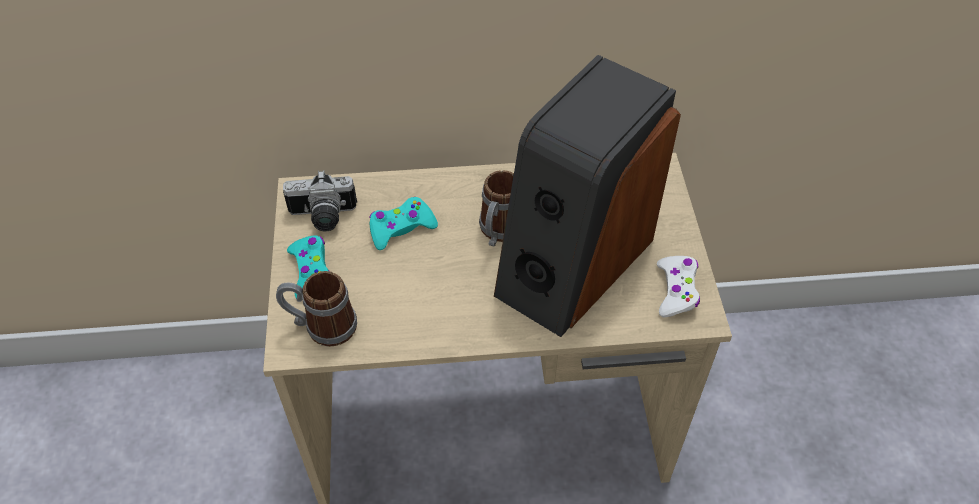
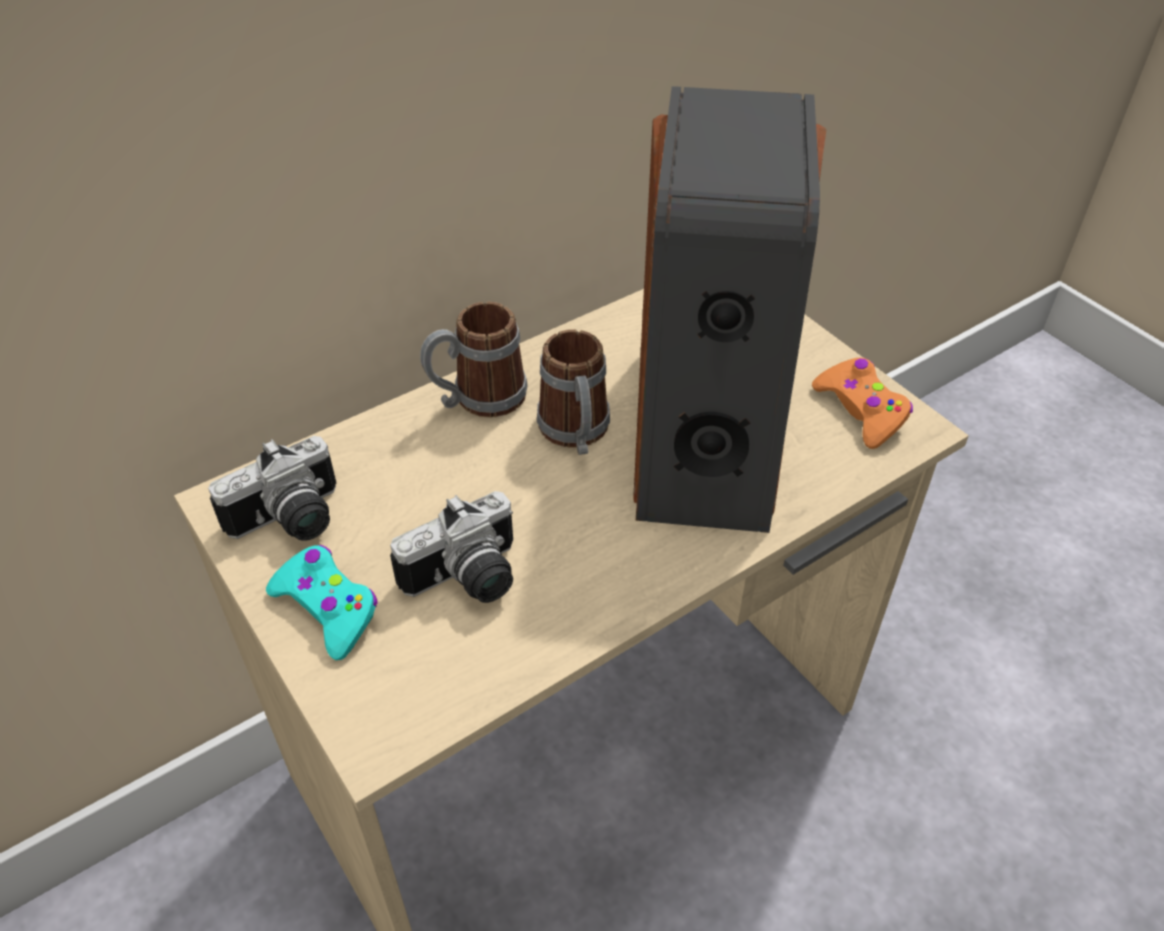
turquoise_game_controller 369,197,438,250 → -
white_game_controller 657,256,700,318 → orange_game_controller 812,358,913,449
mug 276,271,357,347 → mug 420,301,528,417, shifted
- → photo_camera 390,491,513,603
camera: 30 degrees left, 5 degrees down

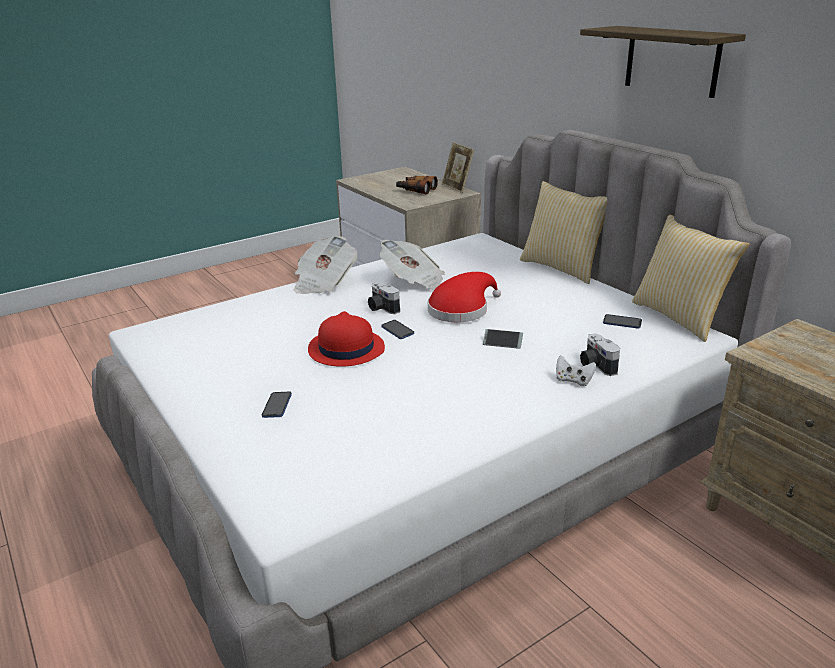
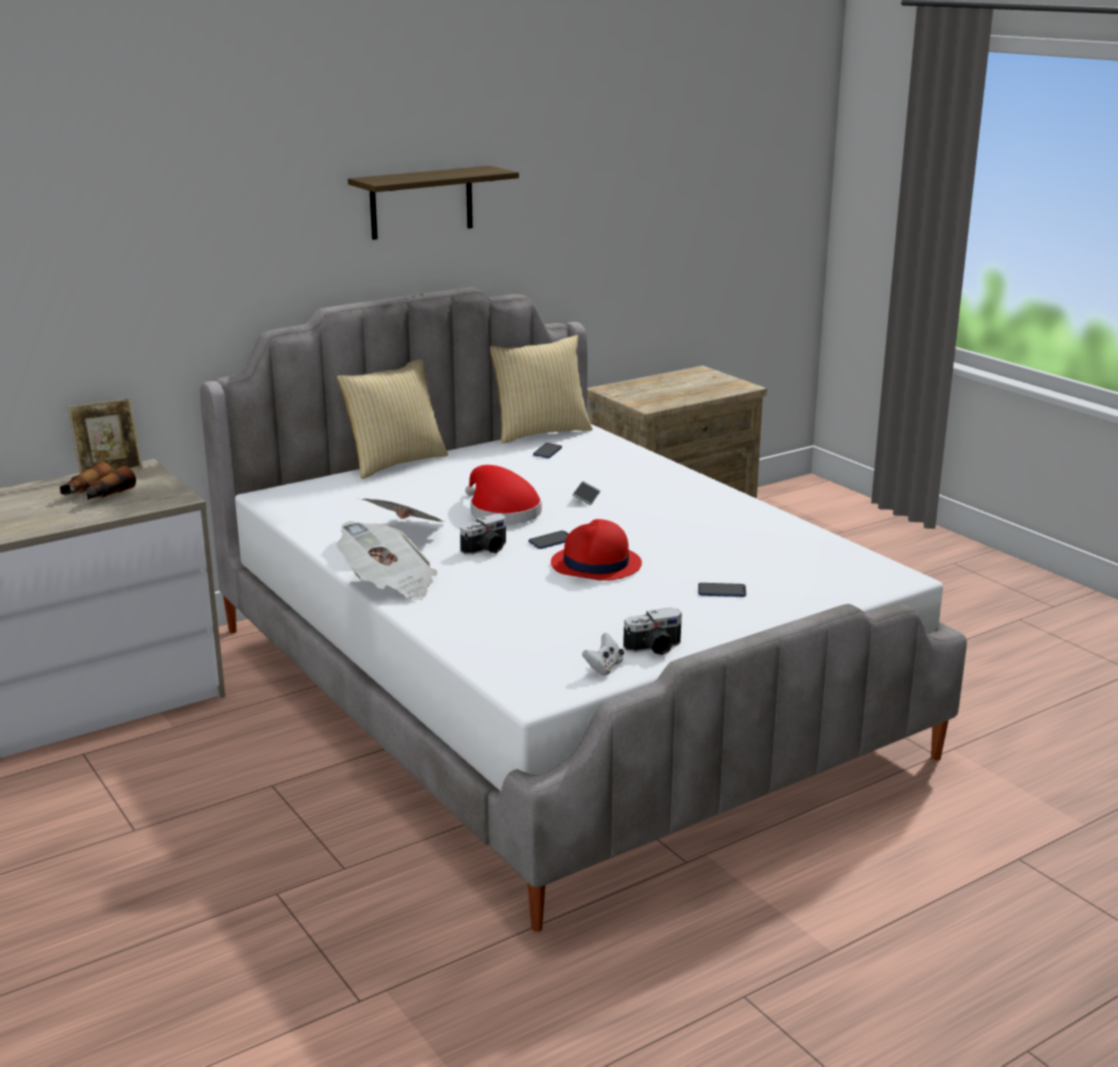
photo_camera 580,333,620,376 → photo_camera 623,608,682,655, shifted
white_game_controller 556,355,596,386 → white_game_controller 582,633,624,676, shifted
camera: 90 degrees left, 5 degrees down

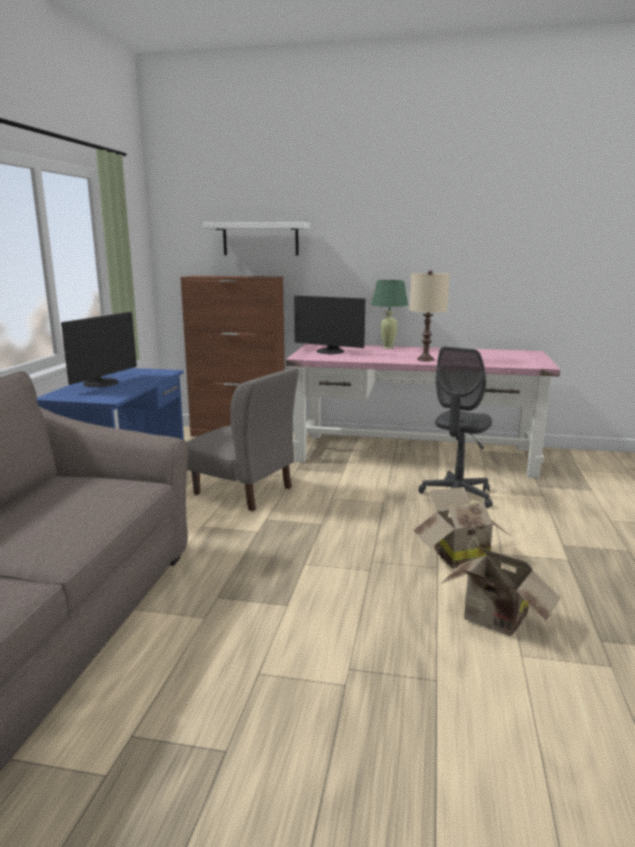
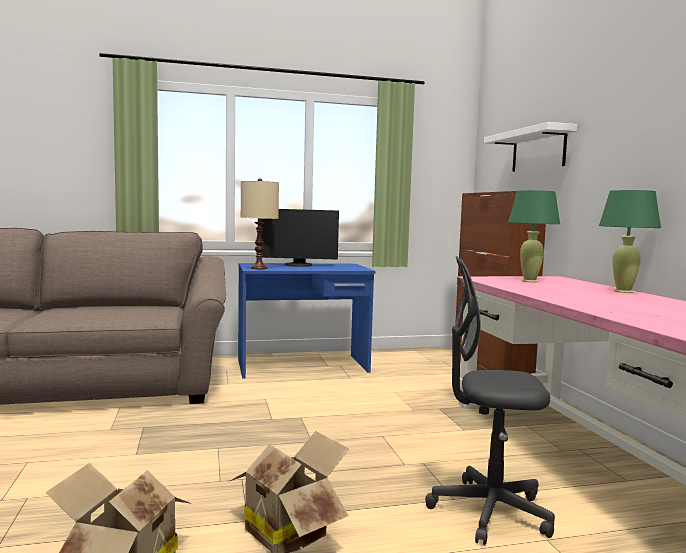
beige_table_lamp 410,270,450,361 → beige_table_lamp 241,178,279,269, shifted
monitor 294,296,365,354 → green_table_lamp 508,190,560,282
grey_chair 186,368,299,511 → -
camera: 65 degrees right, 10 degrees down

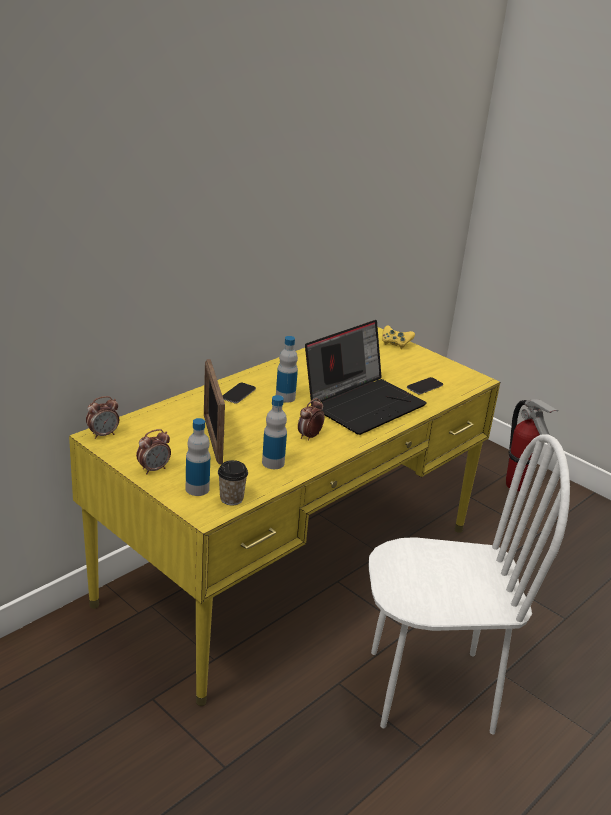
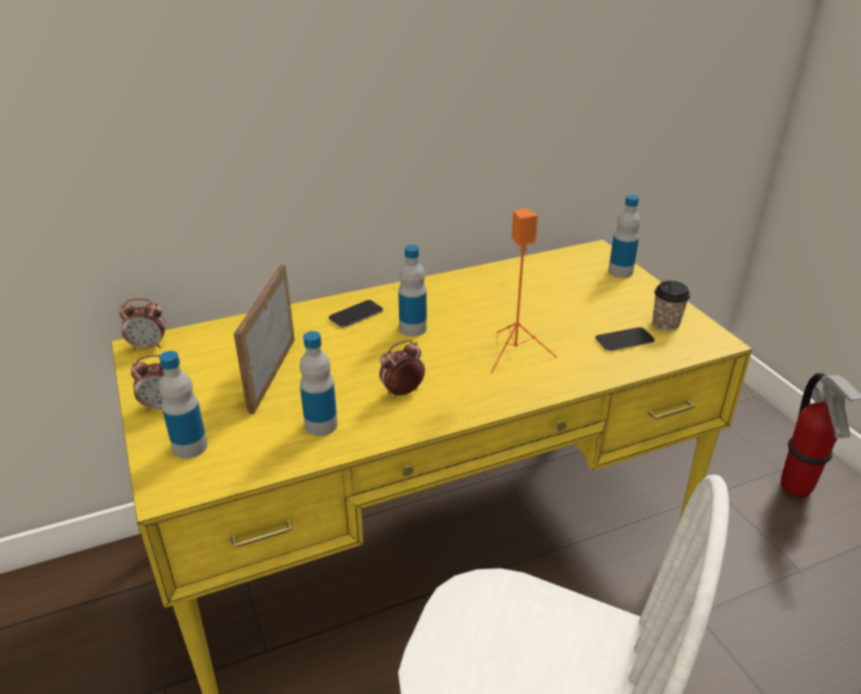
laptop 305,320,427,435 → orange_speaker 491,209,557,373
yellow_game_controller 382,325,415,349 → bottle 608,195,640,278
cup 218,460,248,505 → cup 653,281,690,331, shifted
camera: 25 degrees right, 5 degrees up

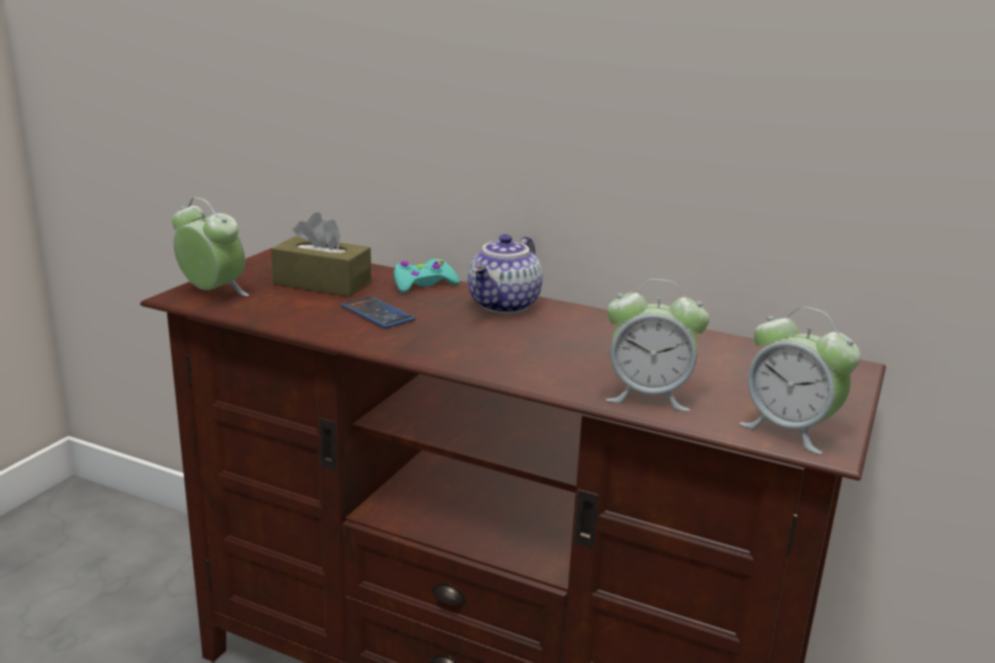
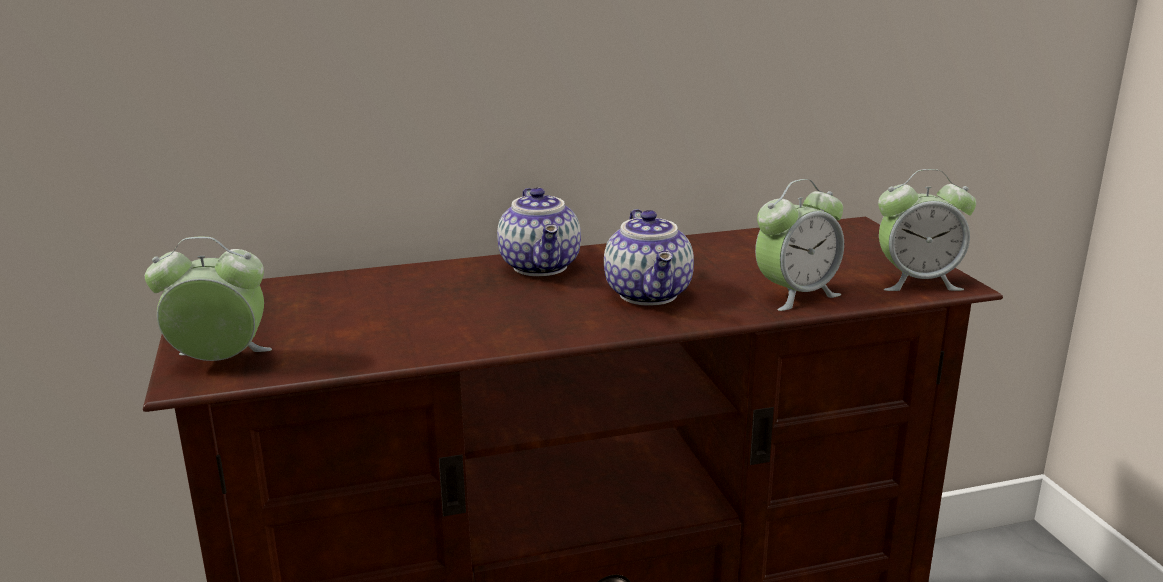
brown_tissue_box 271,212,371,297 → -
turquoise_game_controller 394,259,460,293 → -
phone 341,296,415,328 → -
- → teapot 604,209,694,306
camera: 40 degrees left, 0 degrees up

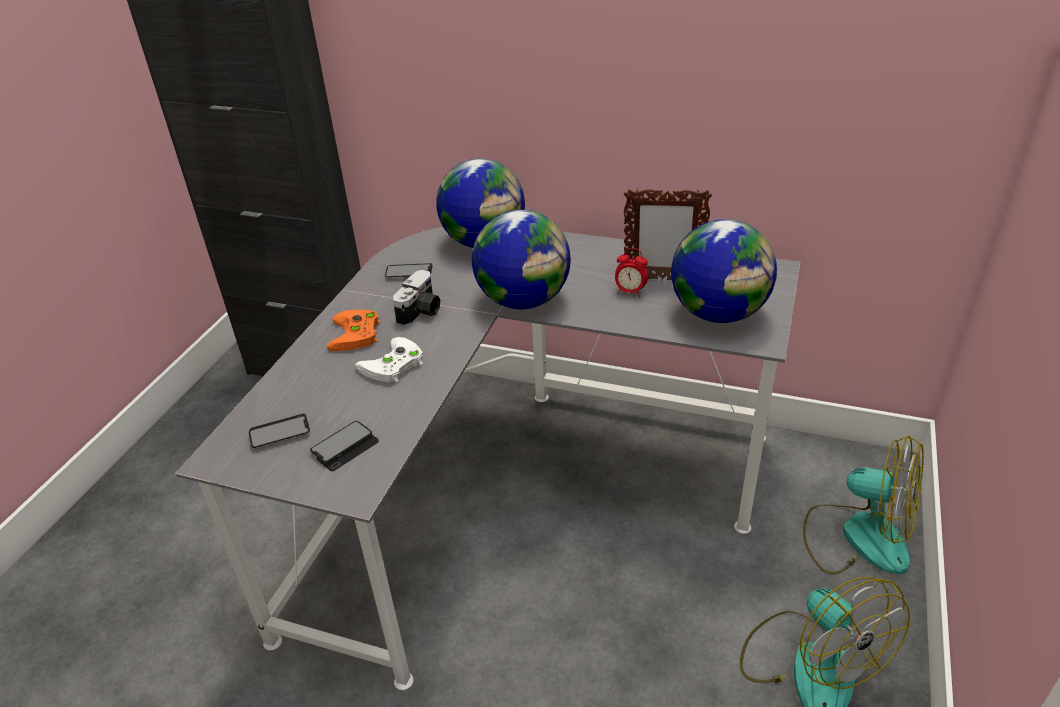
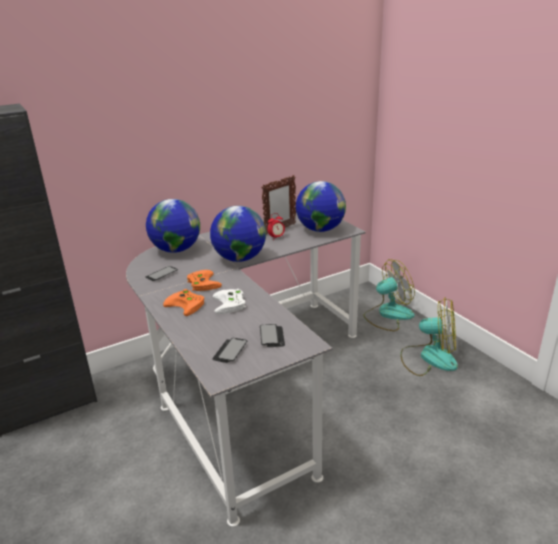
photo_camera 393,270,441,326 → orange_game_controller 187,270,222,291
camera: 50 degrees left, 10 degrees down

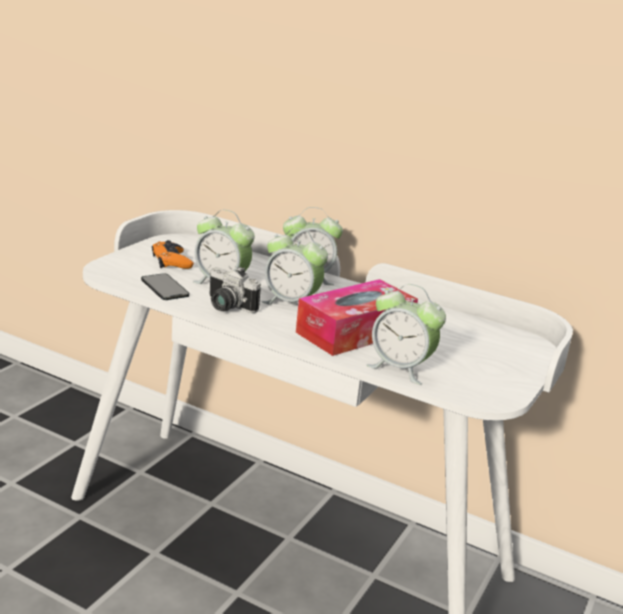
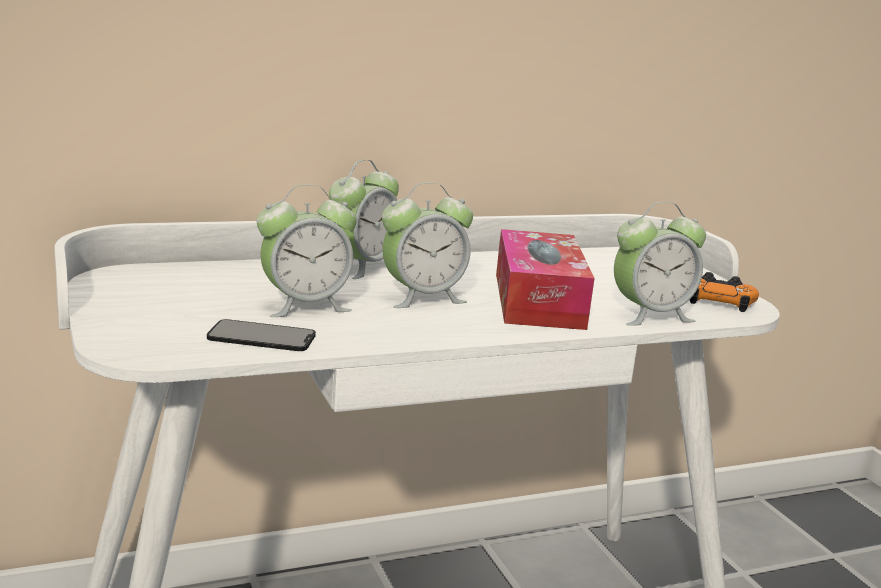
orange_game_controller 152,240,194,269 → orange_game_controller 690,272,759,312, shifted
photo_camera 209,267,261,313 → -
camera: 50 degrees left, 5 degrees down

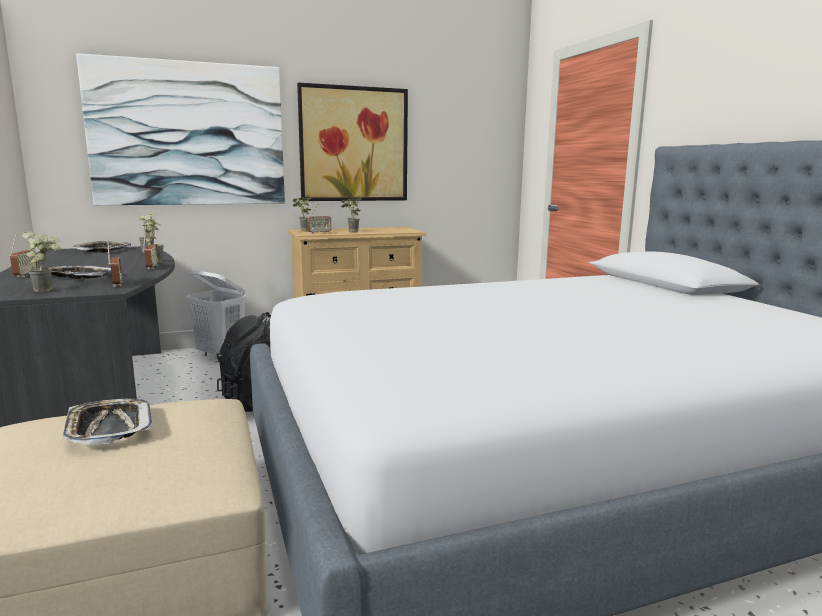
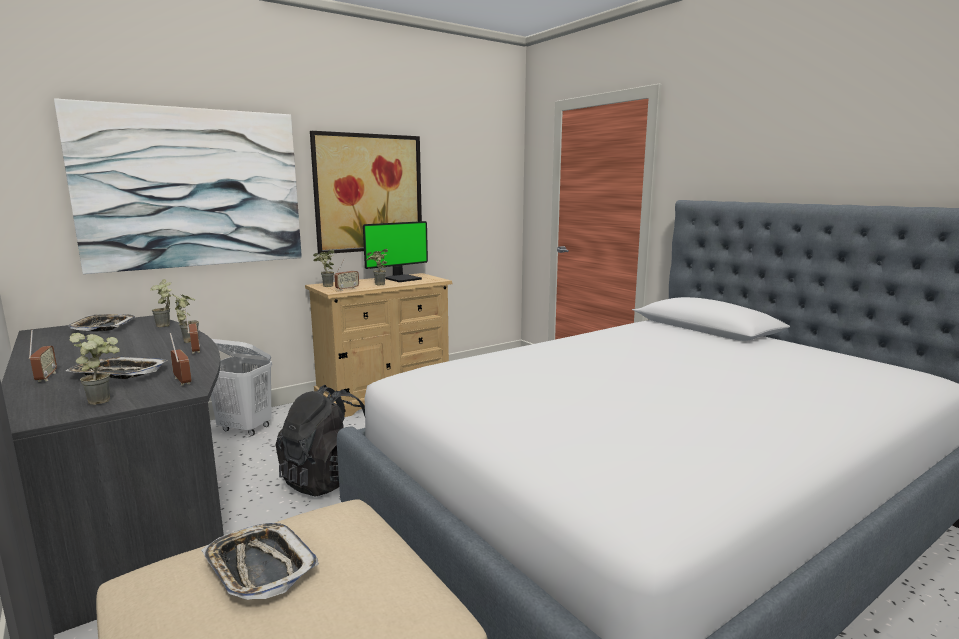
- → monitor 363,221,428,282
camera: 15 degrees left, 0 degrees up

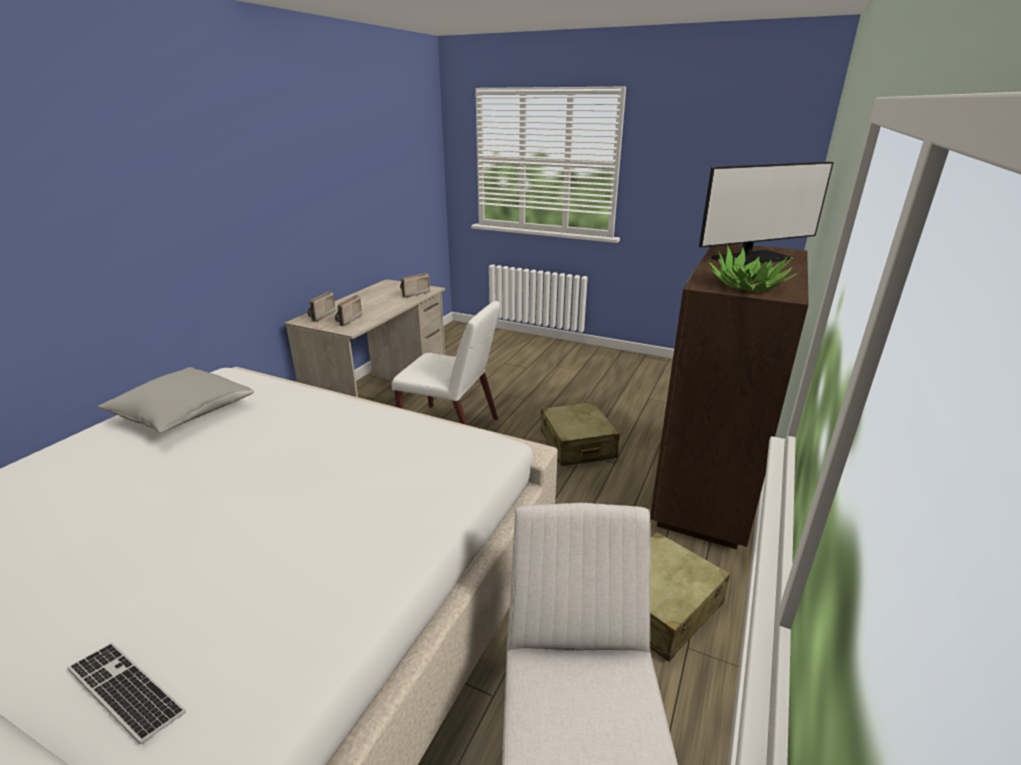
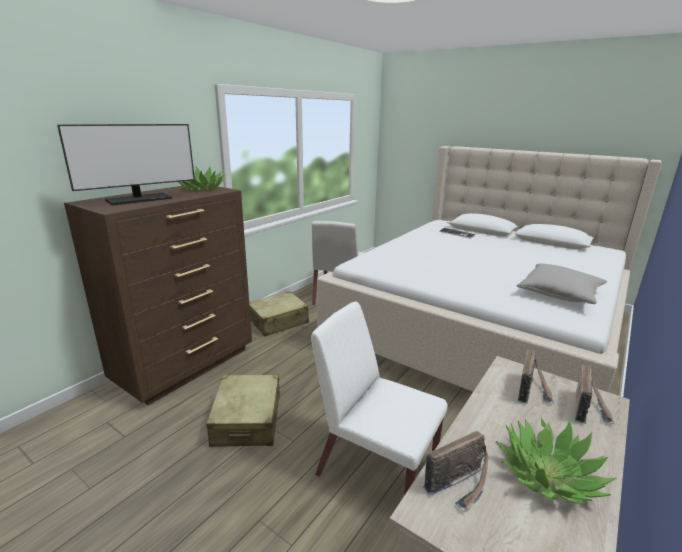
monitor 699,162,834,265 → monitor 57,124,195,206, 150 degrees clockwise
- → potted_plant 496,418,617,505
camera: 170 degrees left, 5 degrees down

